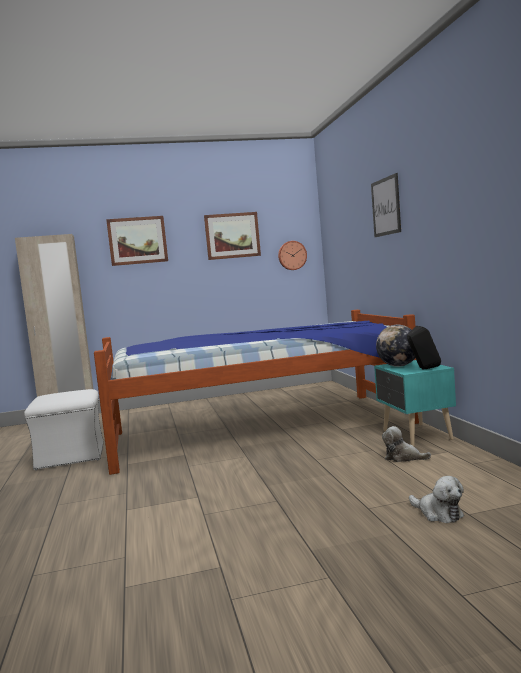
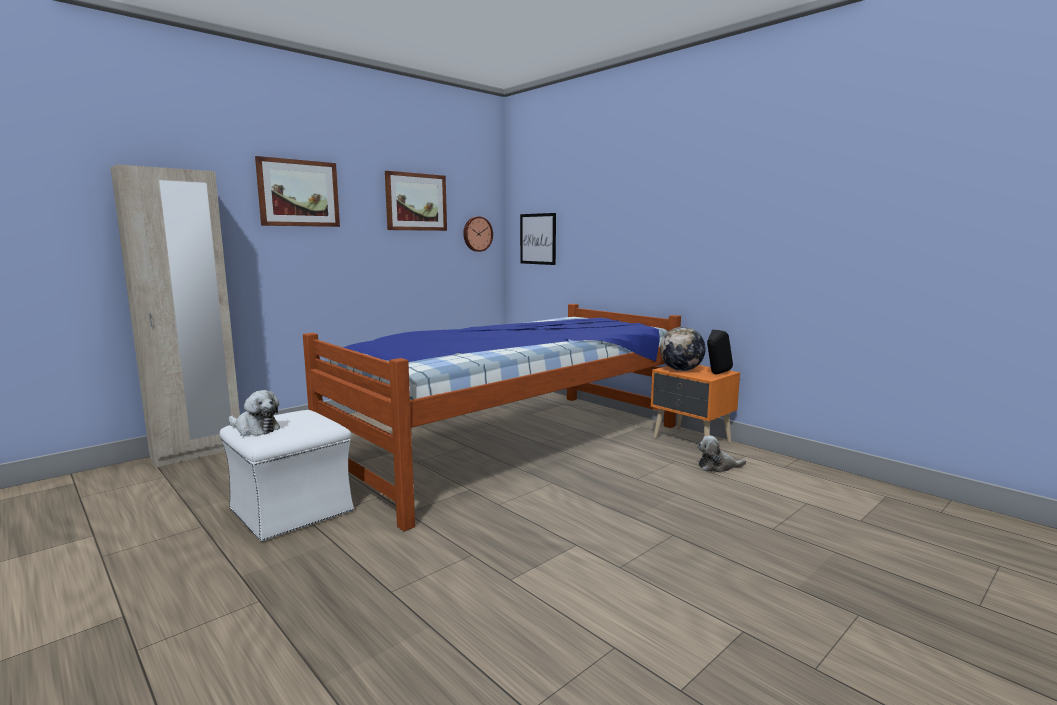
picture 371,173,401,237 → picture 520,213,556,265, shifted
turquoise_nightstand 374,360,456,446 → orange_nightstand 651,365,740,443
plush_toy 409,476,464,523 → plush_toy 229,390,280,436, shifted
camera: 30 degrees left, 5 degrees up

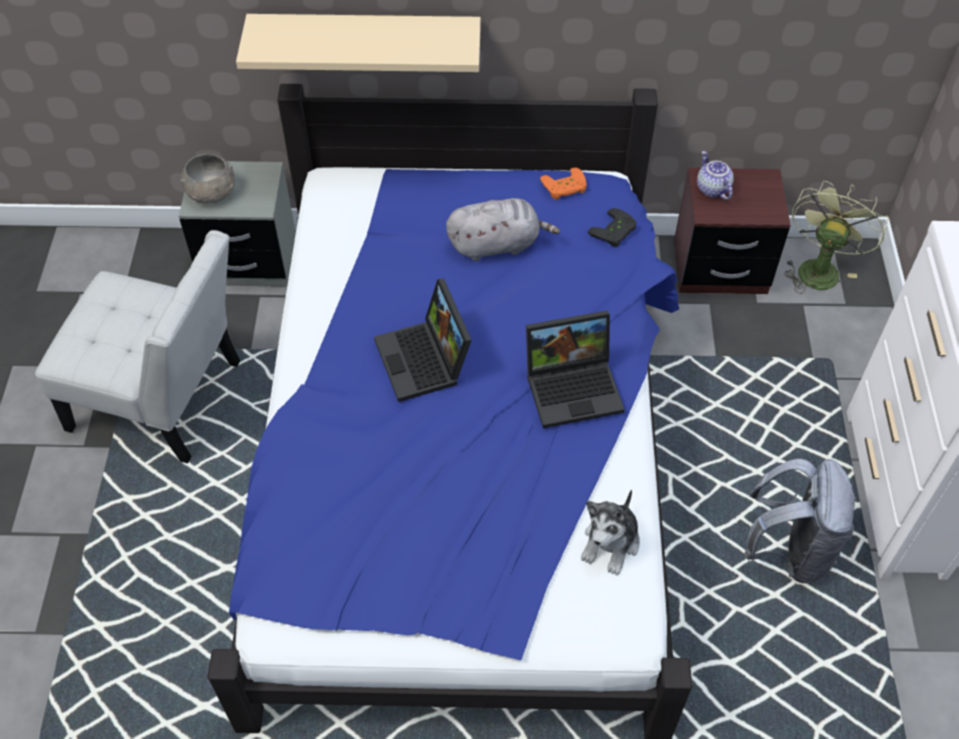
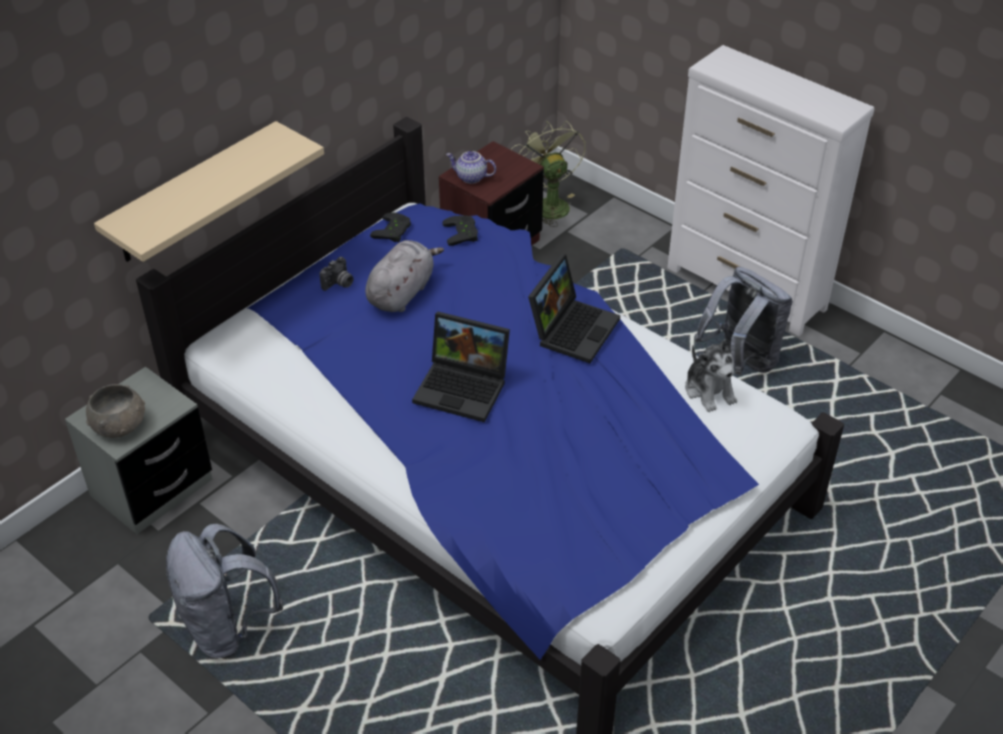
orange_game_controller 540,168,587,200 → black_game_controller 370,213,411,242
white_chair 35,230,240,463 → grey_backpack 166,524,283,658
- → photo_camera 320,257,353,291
camera: 50 degrees left, 10 degrees down

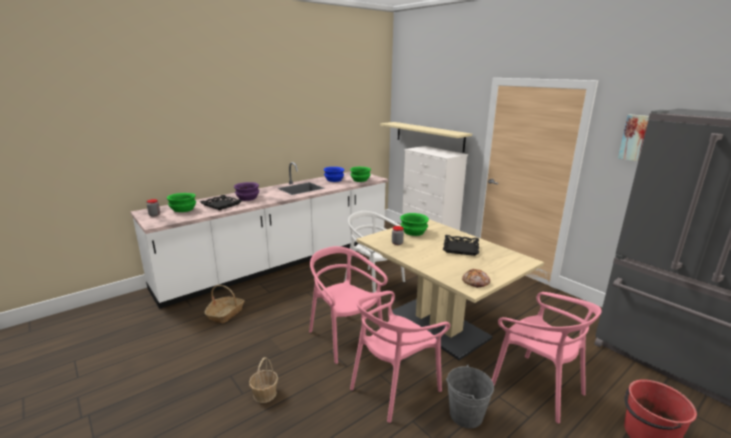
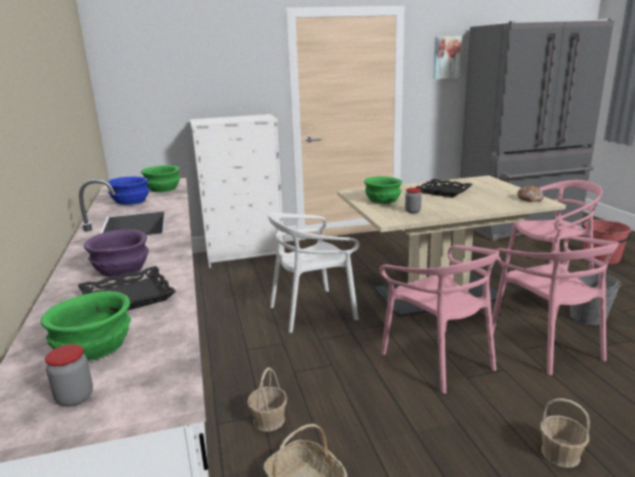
beige_shelf 380,122,472,153 → -
pink_chair 309,246,388,364 → pink_chair 380,245,499,394, 105 degrees counterclockwise
- → basket 247,367,287,431
camera: 65 degrees left, 0 degrees up

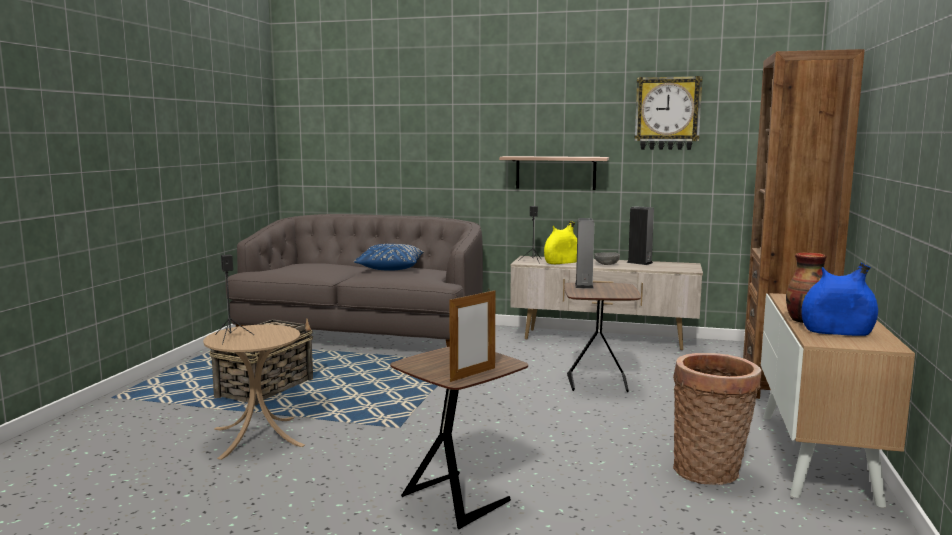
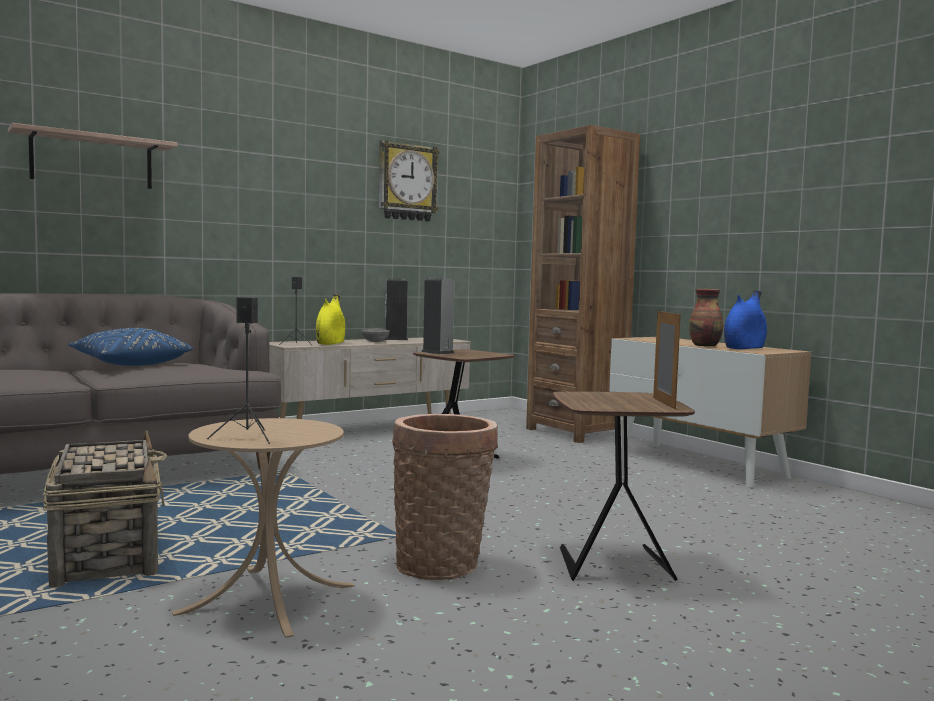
shelf 499,156,609,190 → shelf 8,123,178,189, shifted
basket 673,353,761,485 → basket 392,414,498,580, shifted
camera: 50 degrees left, 5 degrees down

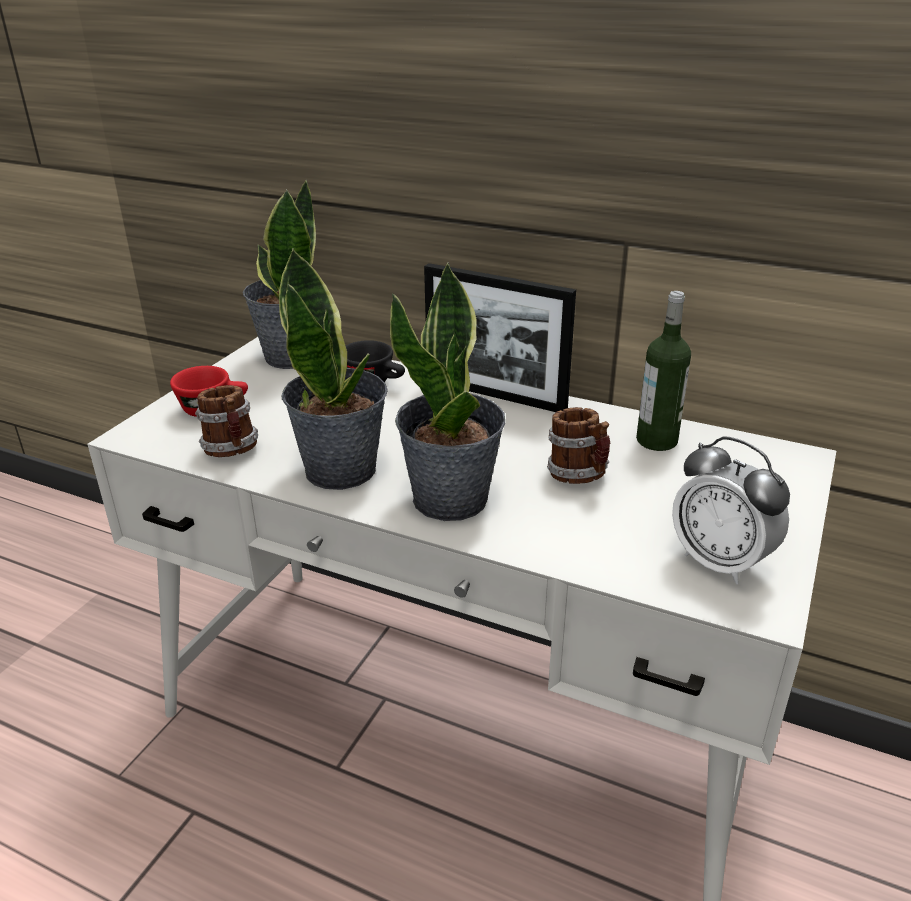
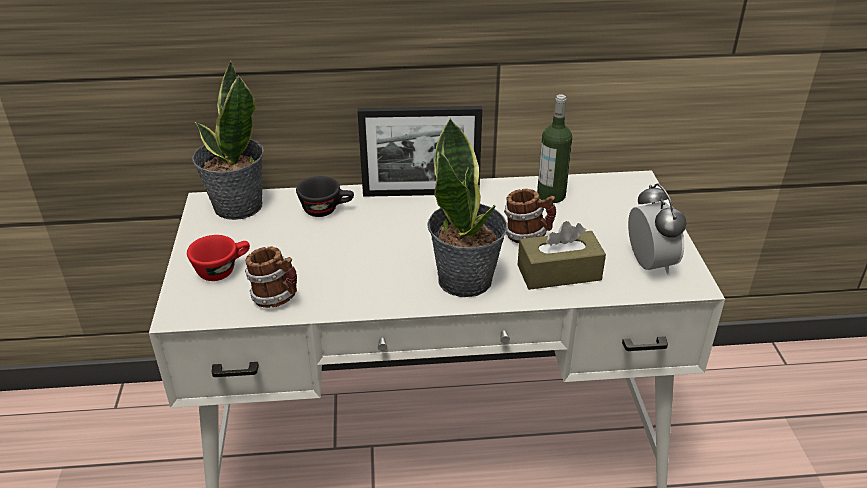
potted_plant 279,248,388,490 → -
alarm_clock 672,436,790,584 → alarm_clock 628,183,686,275, 120 degrees counterclockwise
- → brown_tissue_box 518,221,606,290
camera: 30 degrees left, 5 degrees up

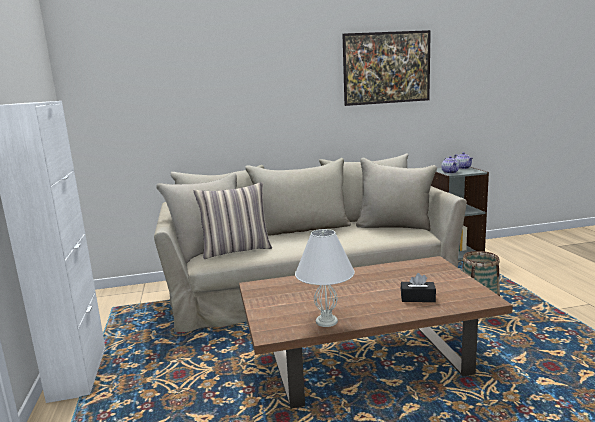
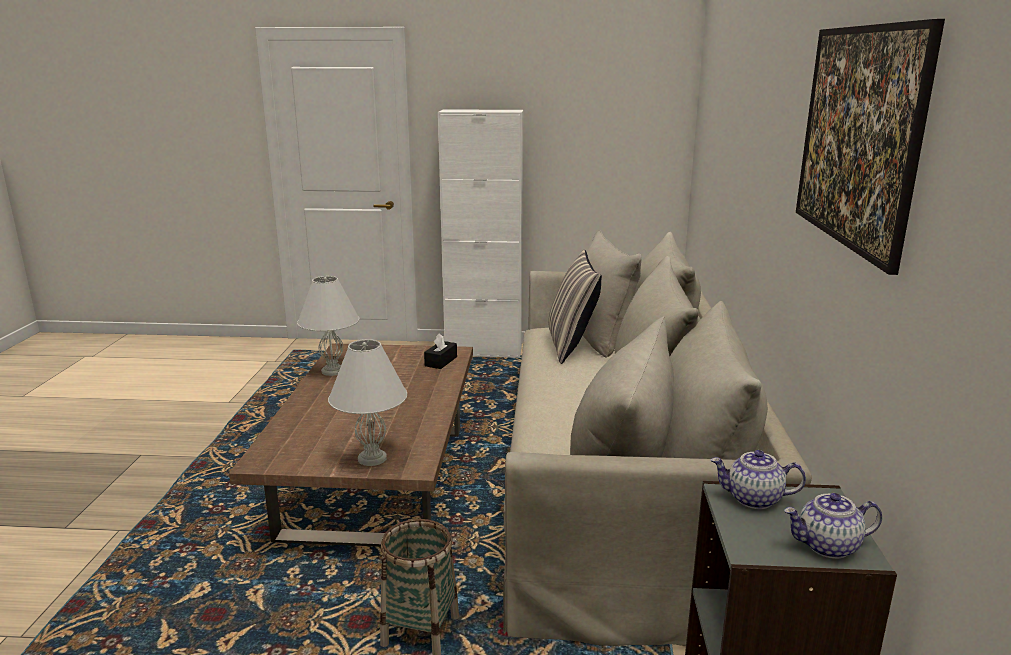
black_tissue_box 401,273,436,302 → black_tissue_box 424,333,457,369, shifted
- → white_table_lamp 328,339,407,466
camera: 105 degrees right, 5 degrees up

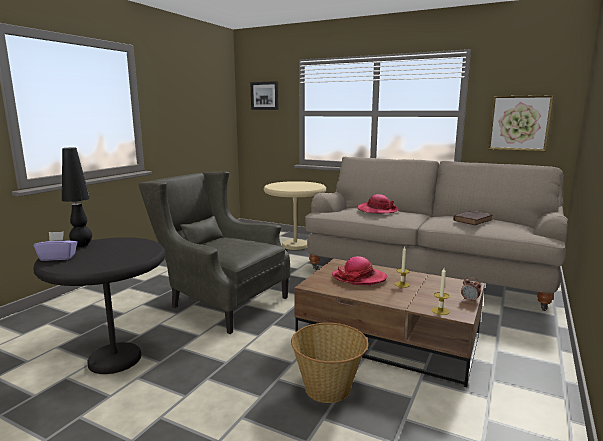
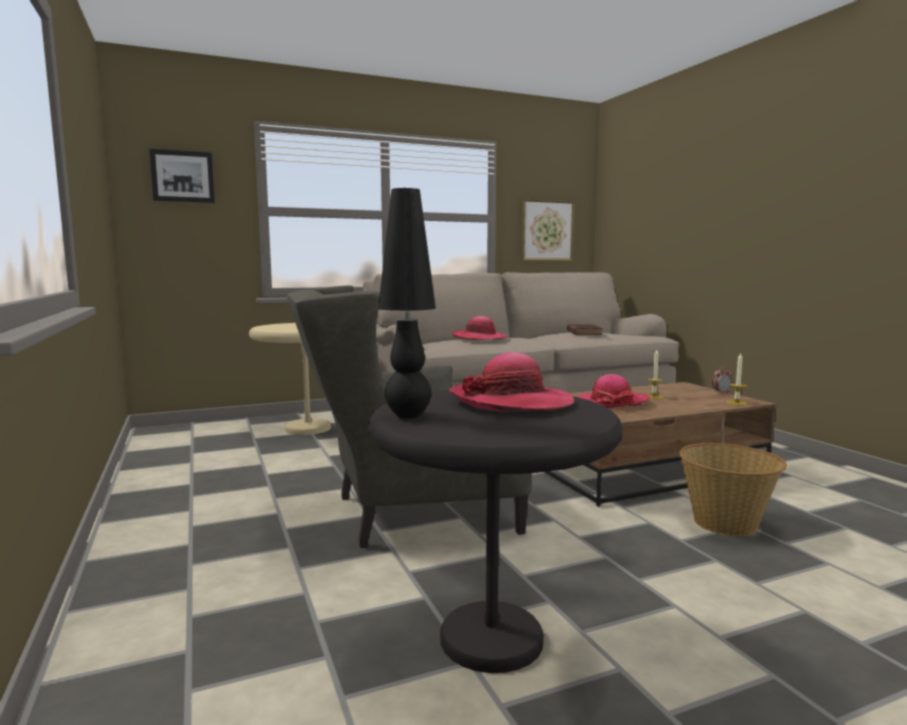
purple_tissue_box 34,231,78,261 → -
- → hat 448,352,574,412
camera: 50 degrees left, 5 degrees down

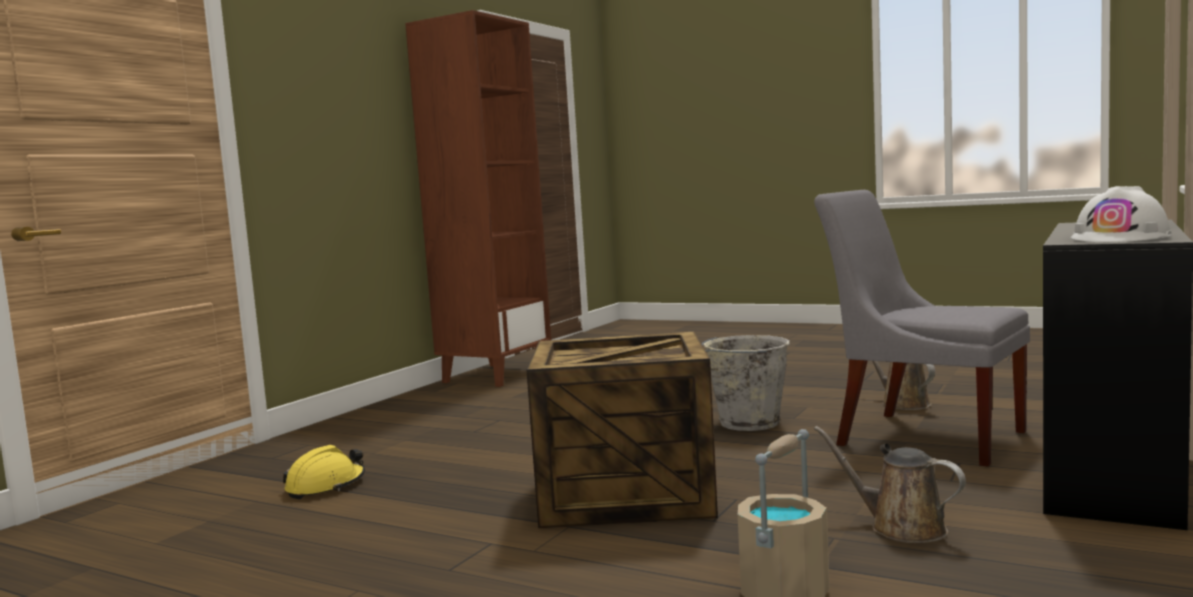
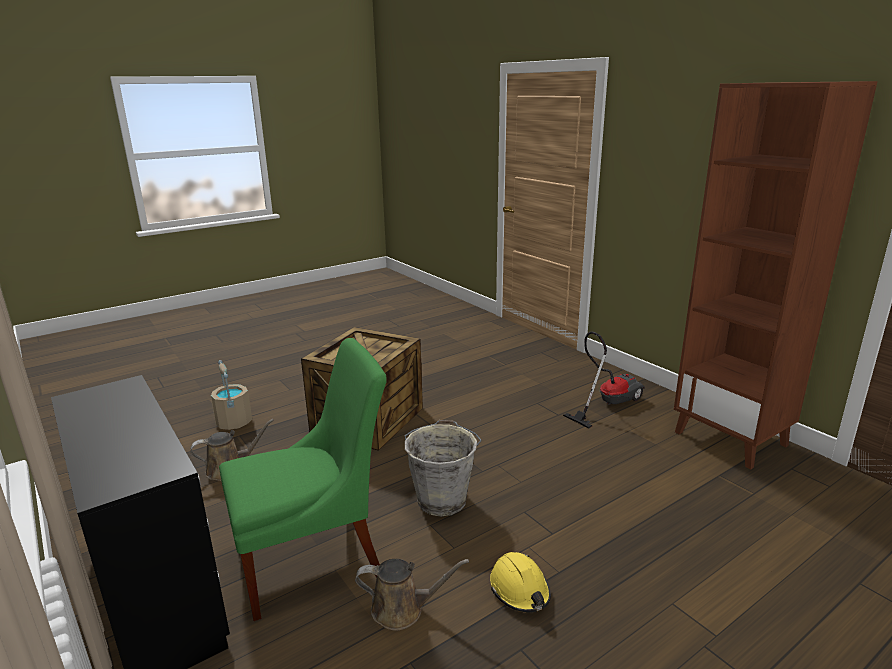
white_hard_hat 1071,186,1171,242 → -
grey_chair 814,190,1030,467 → green_chair 219,338,387,621
yellow_hard_hat 283,445,365,499 → yellow_hard_hat 490,552,551,612, shifted
- → vacuum_cleaner 563,331,645,428
camera: 115 degrees right, 15 degrees up

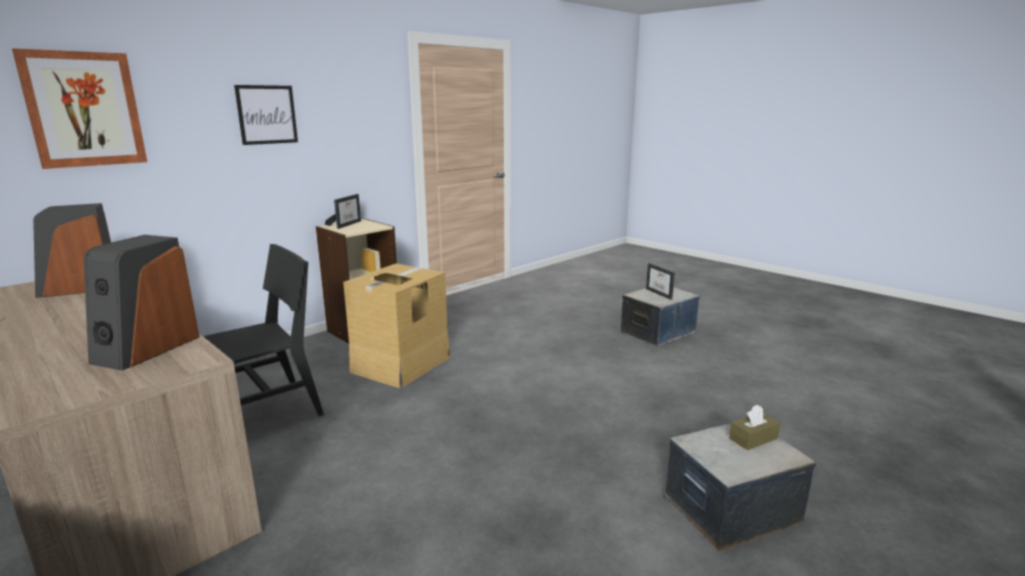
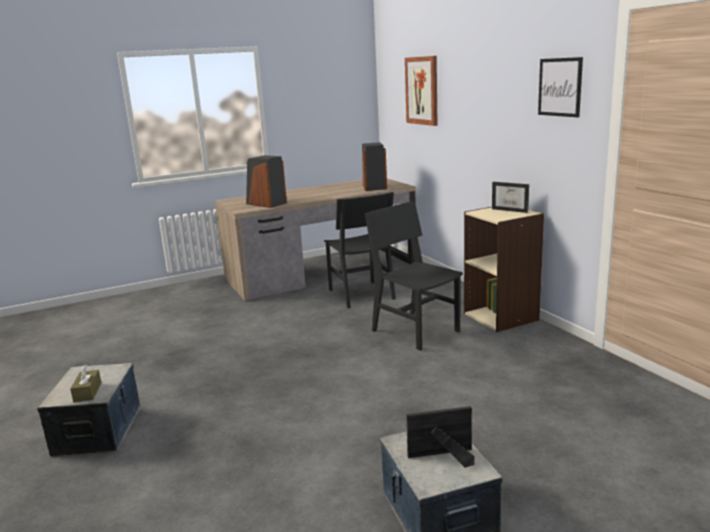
picture 234,85,298,145 → picture 538,57,583,117, shifted
cardboard_box 343,264,450,388 → black_chair 365,201,463,351
camera: 110 degrees right, 0 degrees up

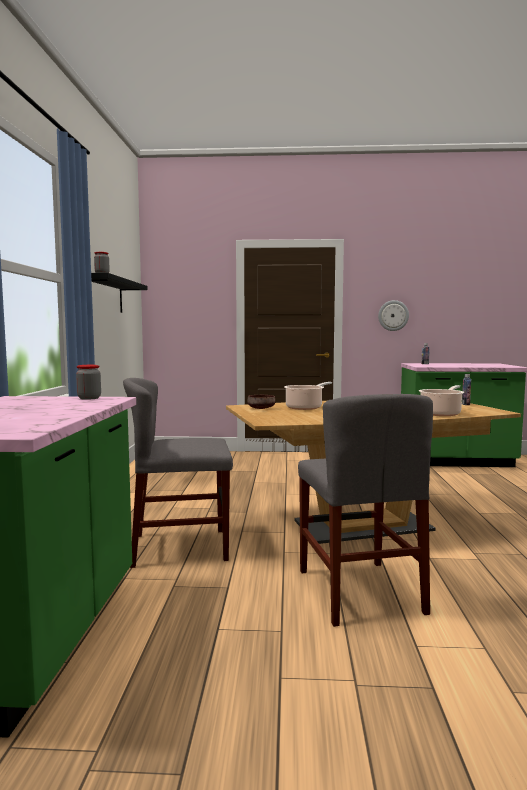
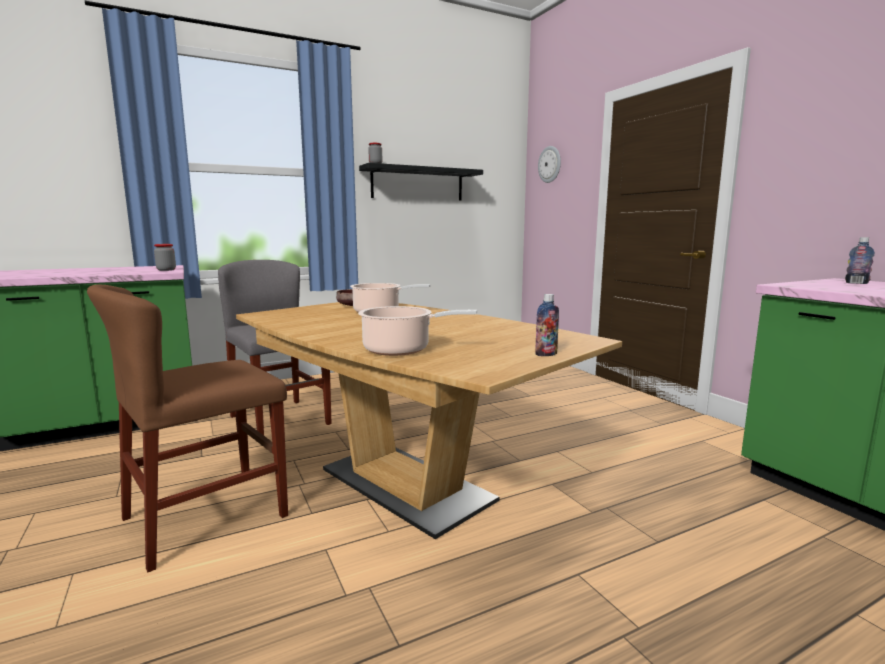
wall_clock 378,300,409,331 → wall_clock 538,146,561,183, shifted
grey_chair 298,394,433,627 → brown_chair 87,285,288,572
camera: 60 degrees right, 5 degrees up

